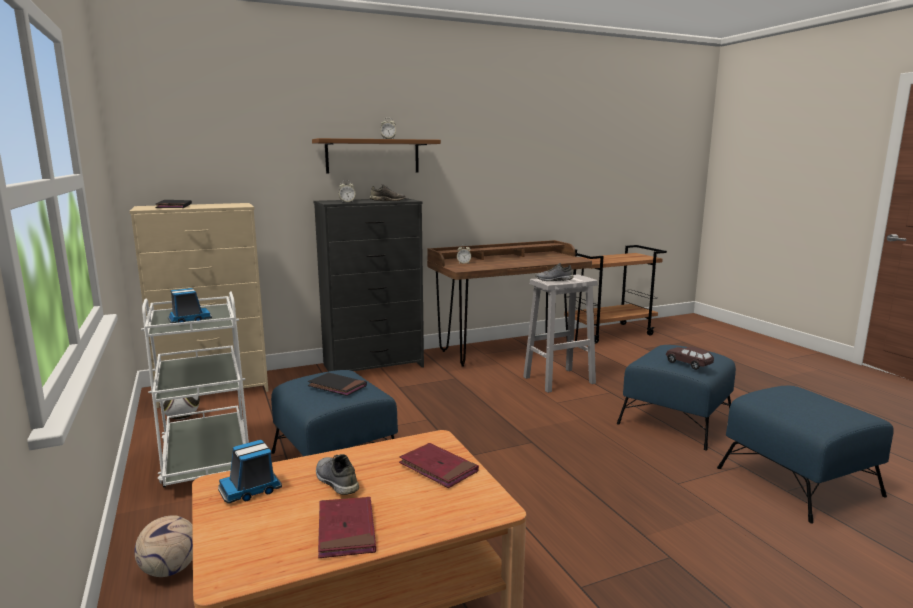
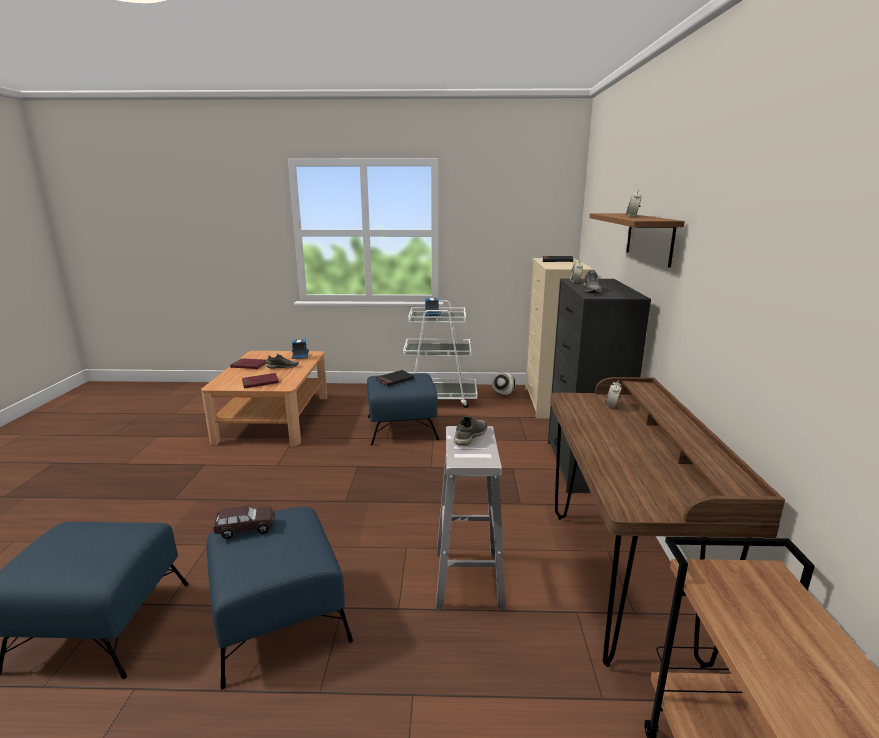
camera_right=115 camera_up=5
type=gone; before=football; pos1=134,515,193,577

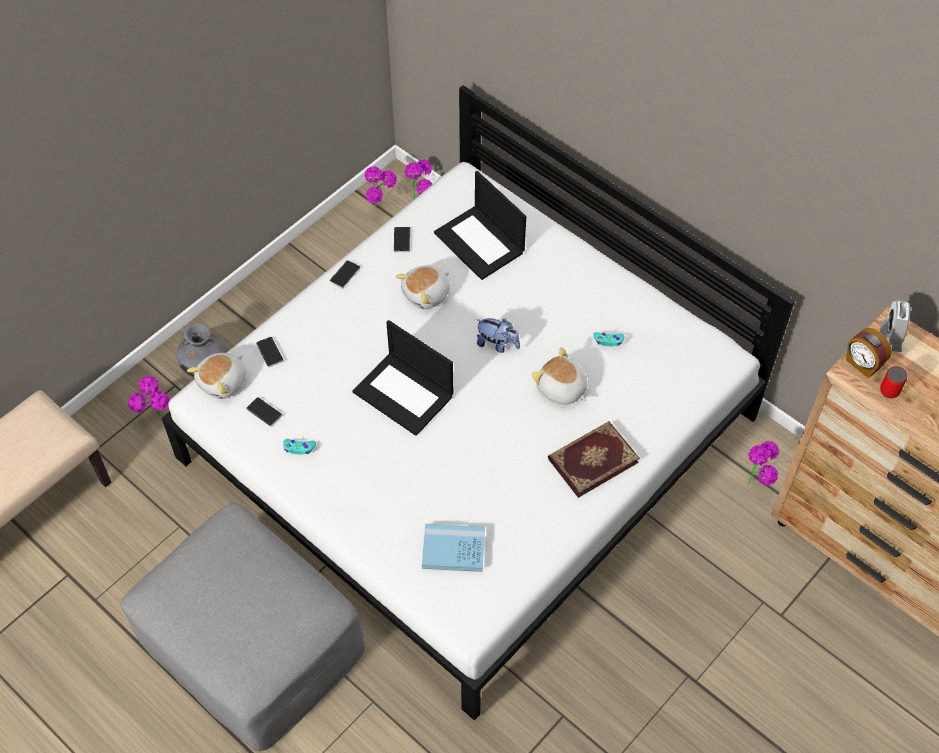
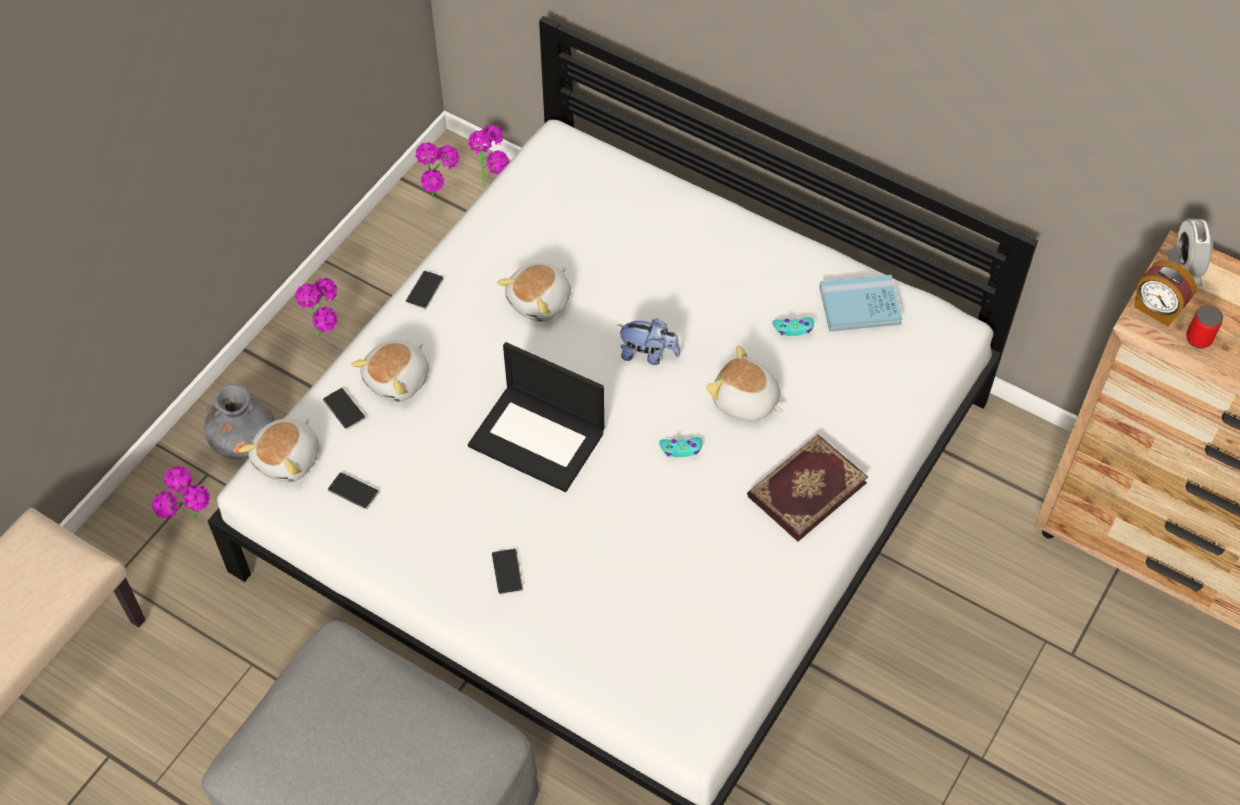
camera_right=-10 camera_up=0
type=gone; before=laptop; pos1=434,171,526,280
type=new; after=plush toy; pos2=351,341,429,402
type=shifted; before=turquoise game controller; pos1=283,439,316,455; pos2=659,437,702,457
type=shifted; before=phone; pos1=394,227,410,252; pos2=492,548,523,595
type=shifted; before=blue book; pos1=422,524,485,572; pos2=820,275,903,331
type=shifted; before=potted plant; pos1=748,441,779,485; pos2=295,278,338,338

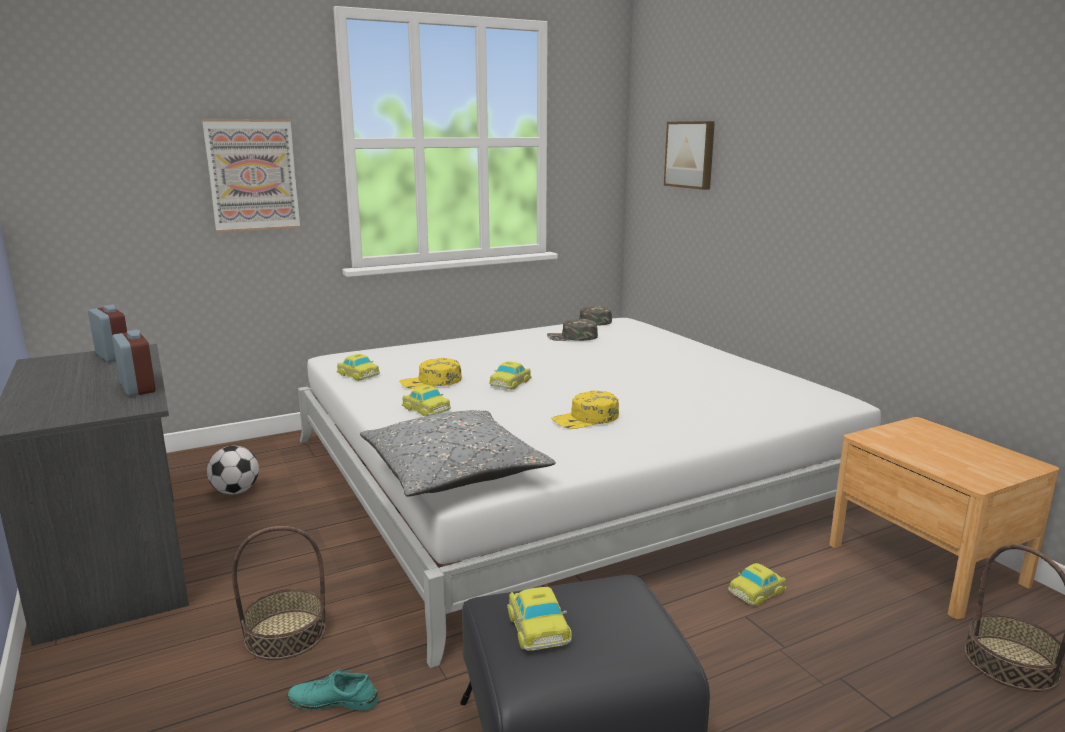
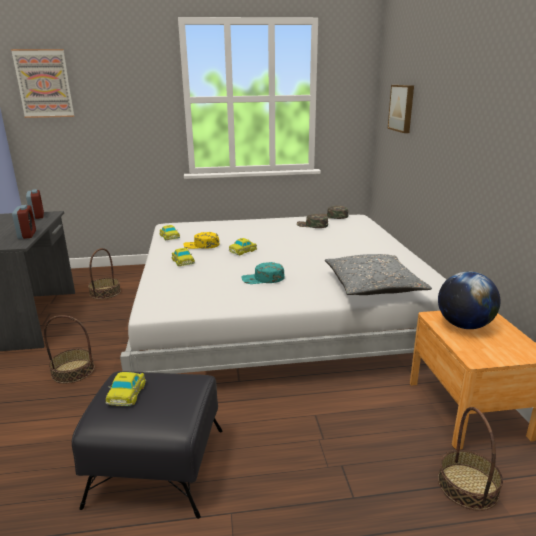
camera_right=20 camera_up=5
type=gone; before=turquoise shoe; pos1=287,669,379,711
type=gone; before=toy car; pos1=728,563,786,607
type=new; after=globe; pos2=438,271,501,329
type=shifted; before=picture; pos1=202,119,300,232; pos2=11,49,75,118
type=shifted; before=grey pillow; pos1=360,410,556,496; pos2=325,254,432,295
type=swapped; before=football; after=basket; pos1=207,446,259,494; pos2=88,248,121,299
type=repainted; before=yellow cap; after=turquoise cap; pos1=551,391,619,429; pos2=242,262,285,284

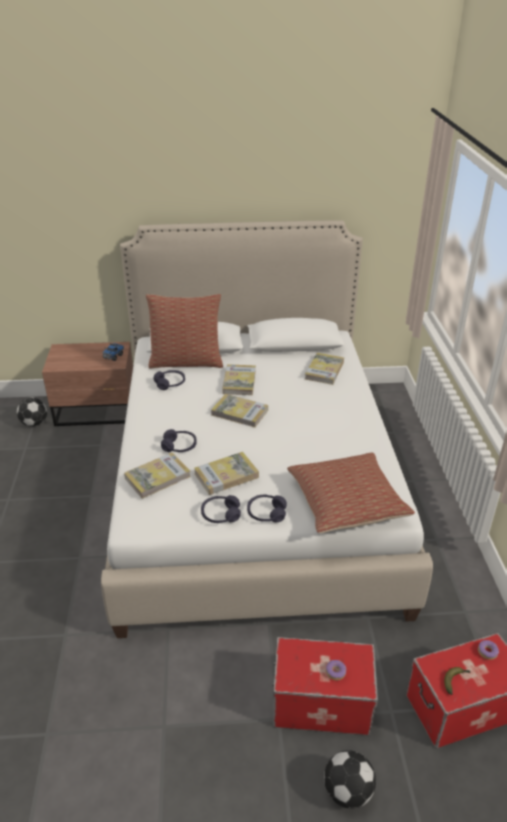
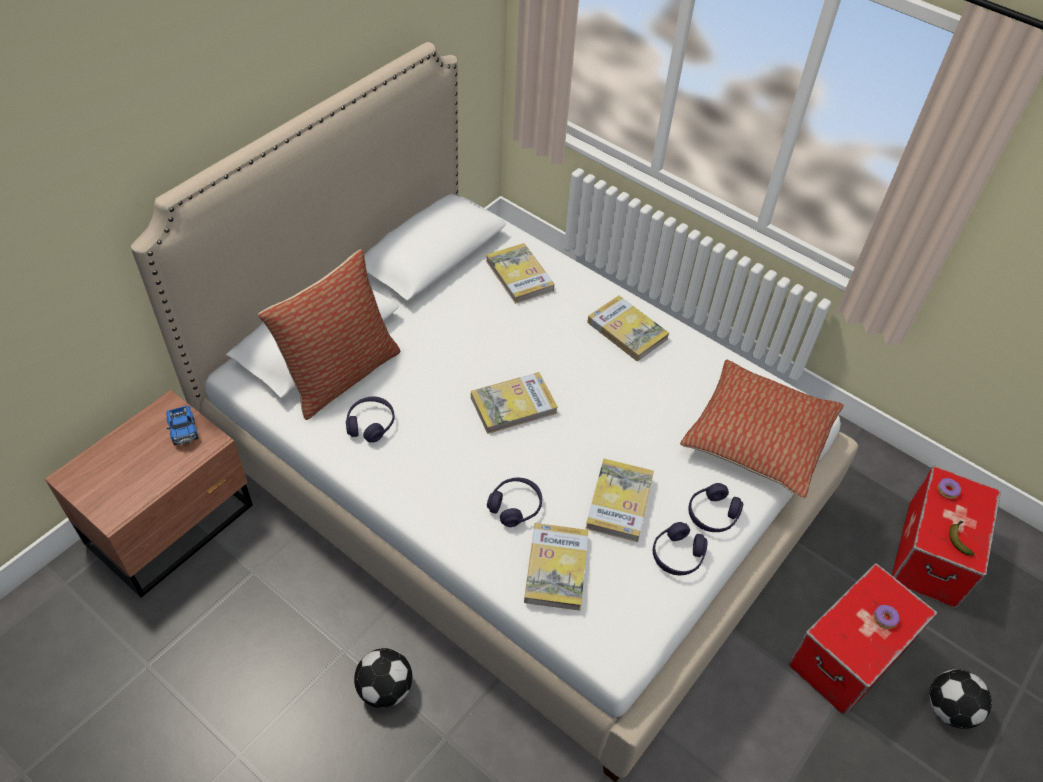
camera_right=-50 camera_up=15
type=shifted; before=football; pos1=17,398,47,427; pos2=354,648,412,708
type=shifted; before=book; pos1=222,364,256,395; pos2=587,295,669,361

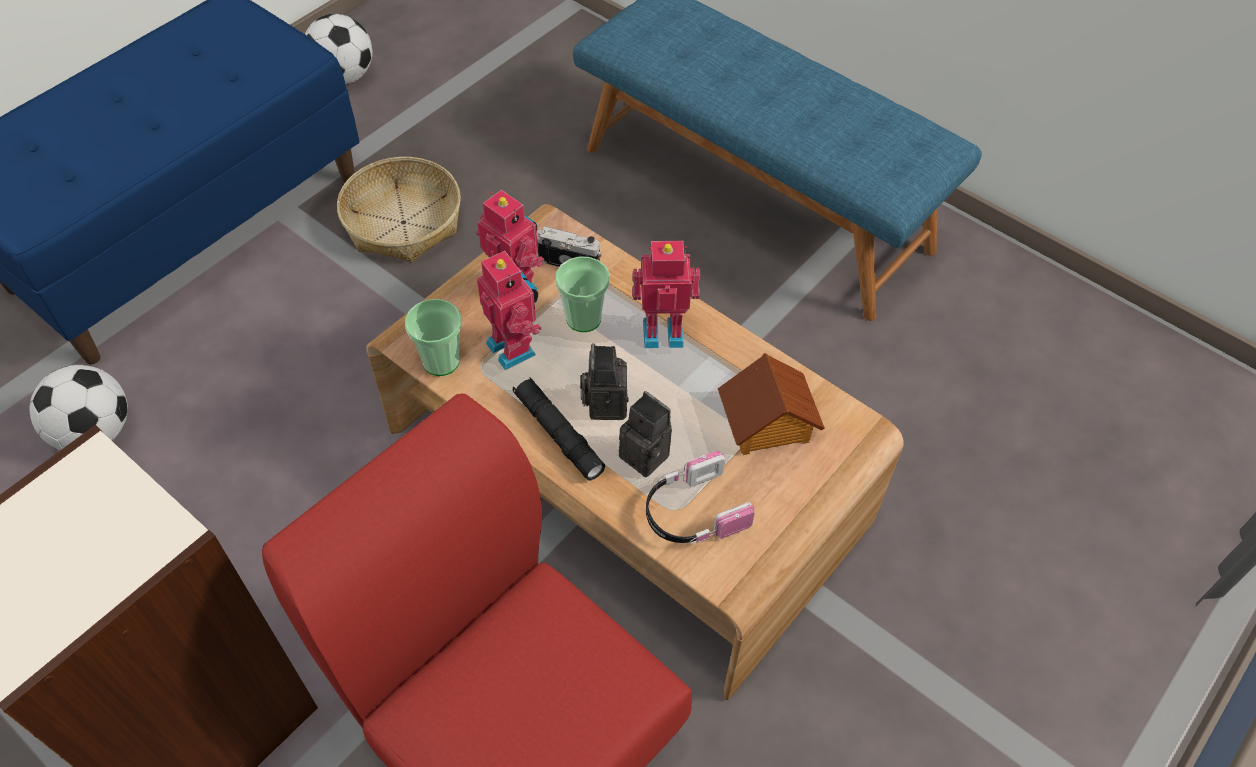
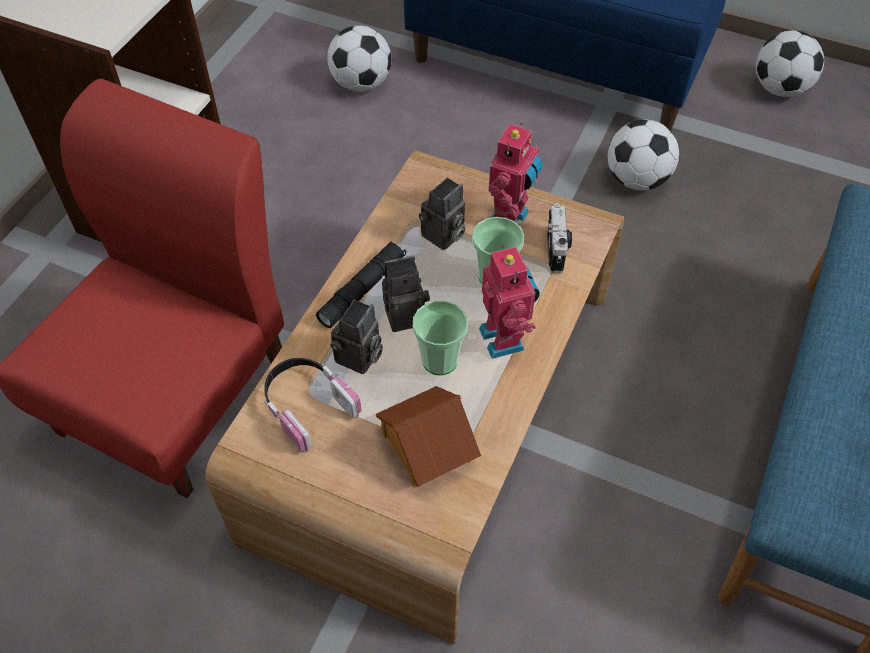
camera_right=75 camera_up=0
type=shifted; before=cup; pos1=405,299,462,376; pos2=413,301,468,375
type=swapped; before=basket; after=football; pos1=337,157,461,263; pos2=608,119,679,190
type=swapped; before=toy robot; after=photo camera; pos1=477,251,541,370; pos2=419,178,466,250

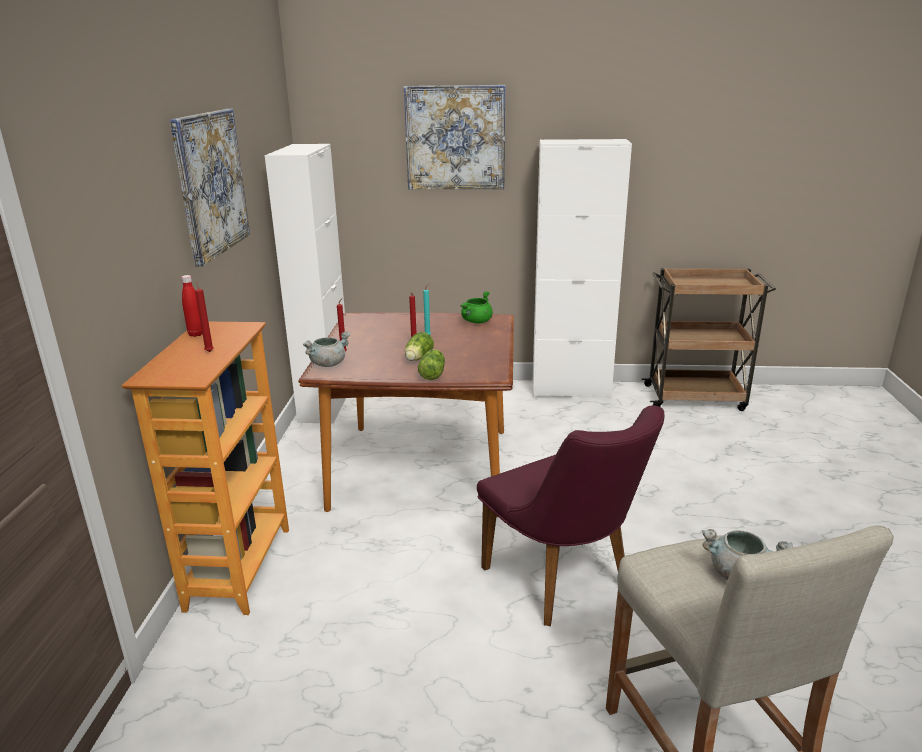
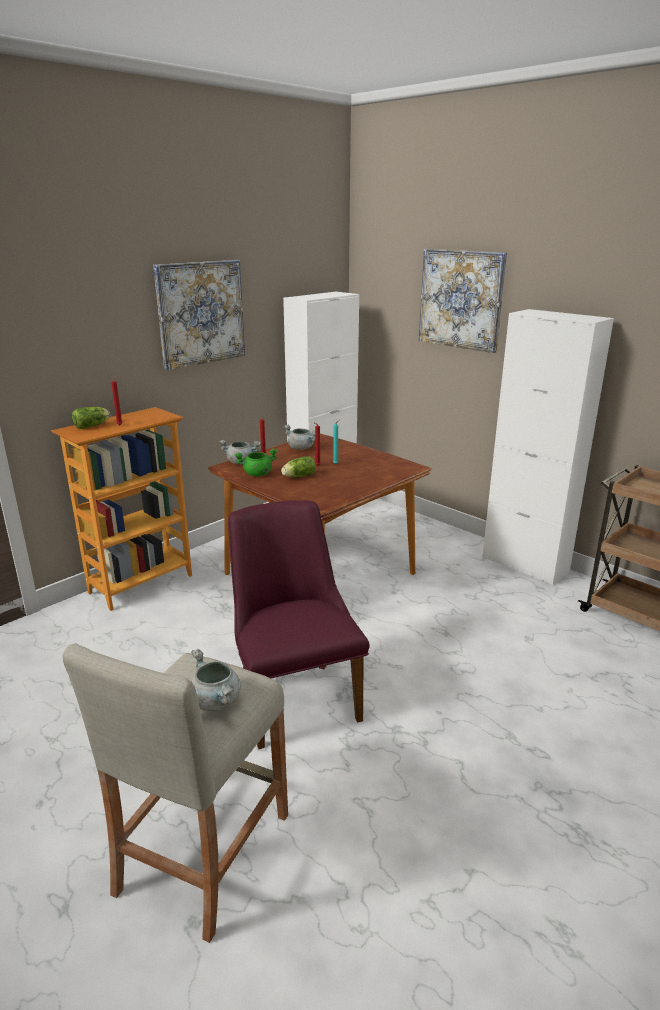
camera_right=40 camera_up=0
type=gone; before=red bottle; pos1=181,275,202,337
type=new; after=grey cooking pot; pos2=284,425,315,450
type=shifted; before=lettuce; pos1=418,349,445,380; pos2=72,407,110,429
type=shifted; before=green cooking pot; pos1=460,291,493,323; pos2=234,449,277,476
type=rotated; before=purple chair; pos1=477,405,665,626; pos2=228,500,370,749; turn=150

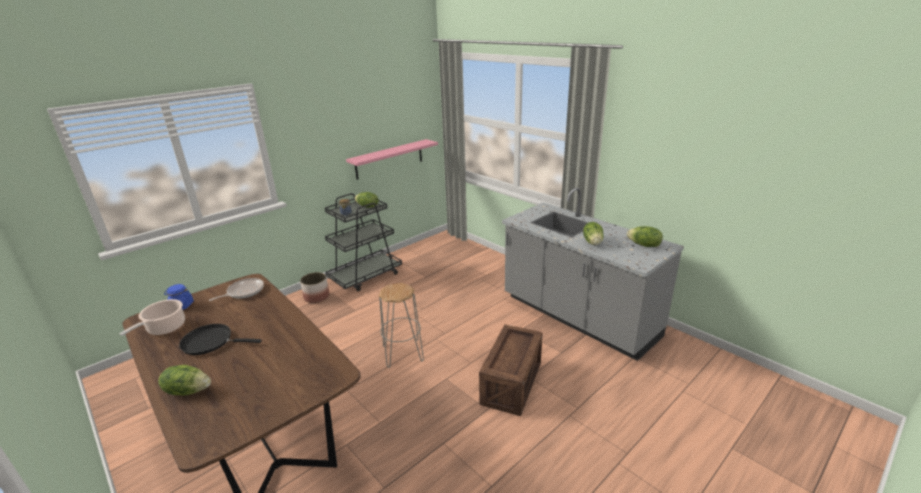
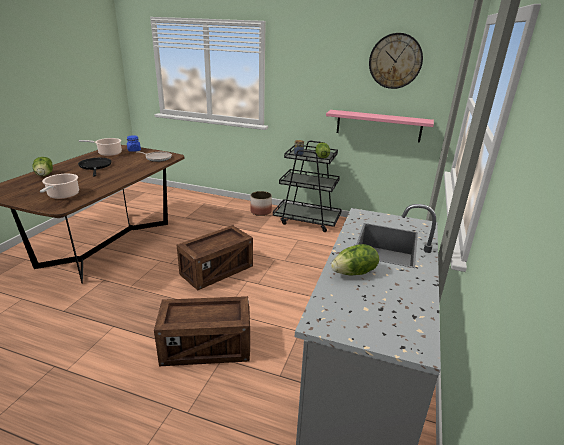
camera_right=60 camera_up=0
type=gone; before=lettuce; pos1=627,226,663,247
type=new; after=cooking pot; pos2=40,174,79,199
type=new; after=wall clock; pos2=369,33,423,89
type=swapped; before=grey stool; after=crate; pos1=378,283,424,368; pos2=177,225,253,291

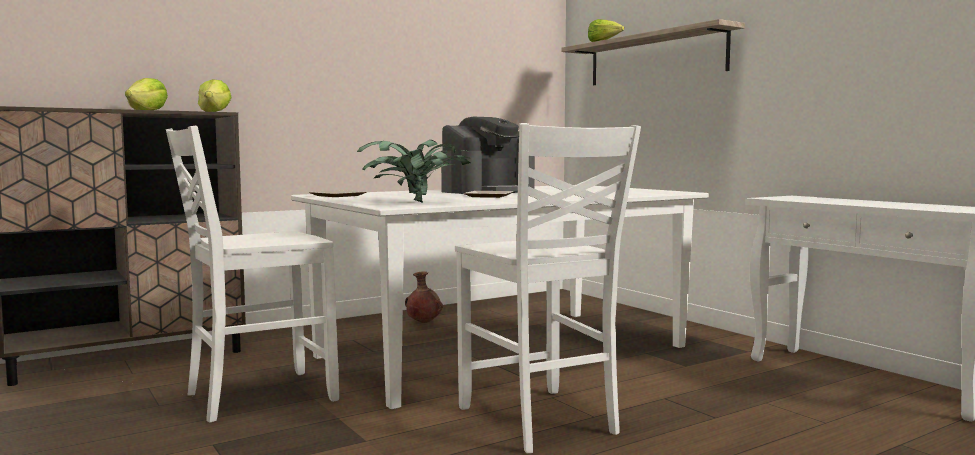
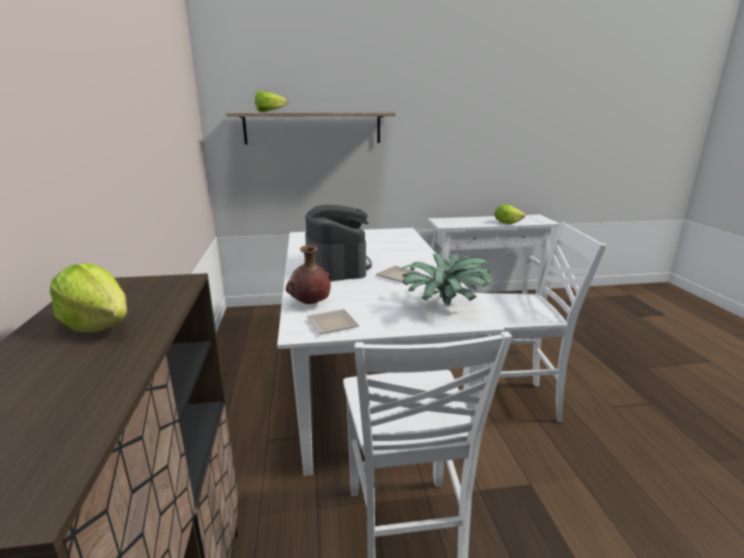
camera_right=-65 camera_up=15
type=shifted; before=lettuce; pos1=198,79,232,112; pos2=495,204,525,224
type=shifted; before=brown vase; pos1=405,271,443,323; pos2=286,245,332,304

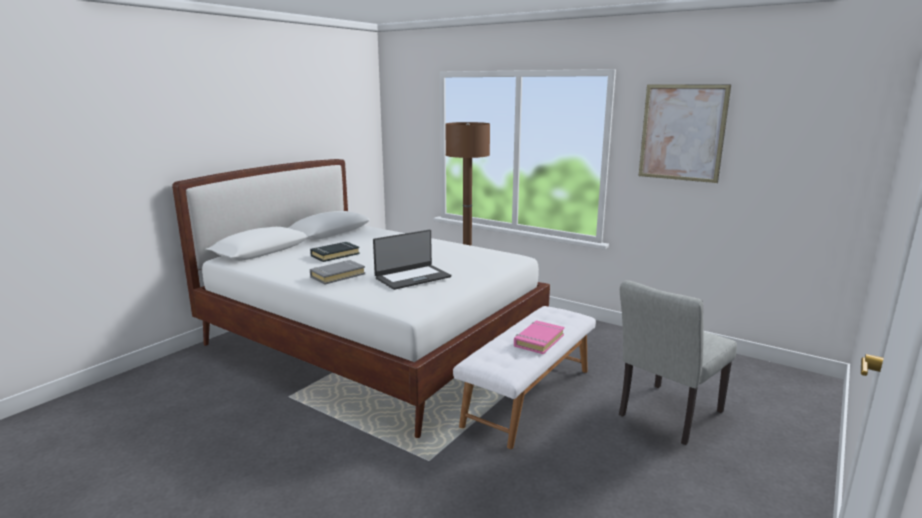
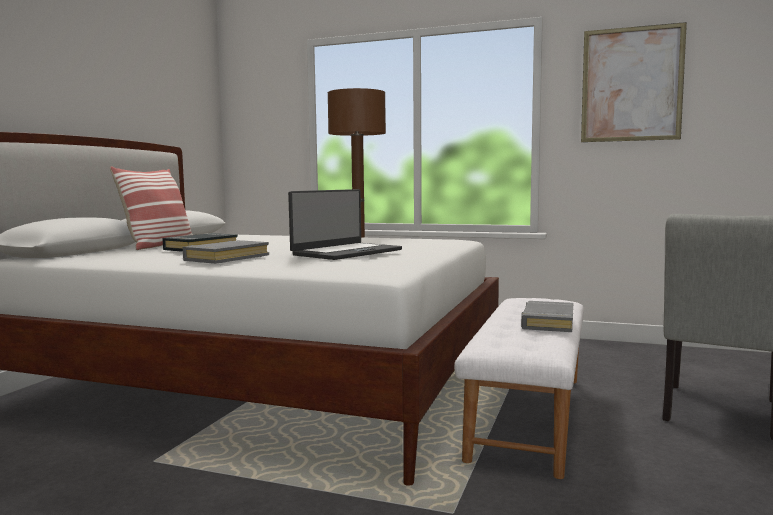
camera_right=-15 camera_up=-10
type=new; after=pillow; pos2=110,167,193,250
type=repainted; before=pink book; after=grey book; pos1=514,320,564,354; pos2=521,301,573,332

